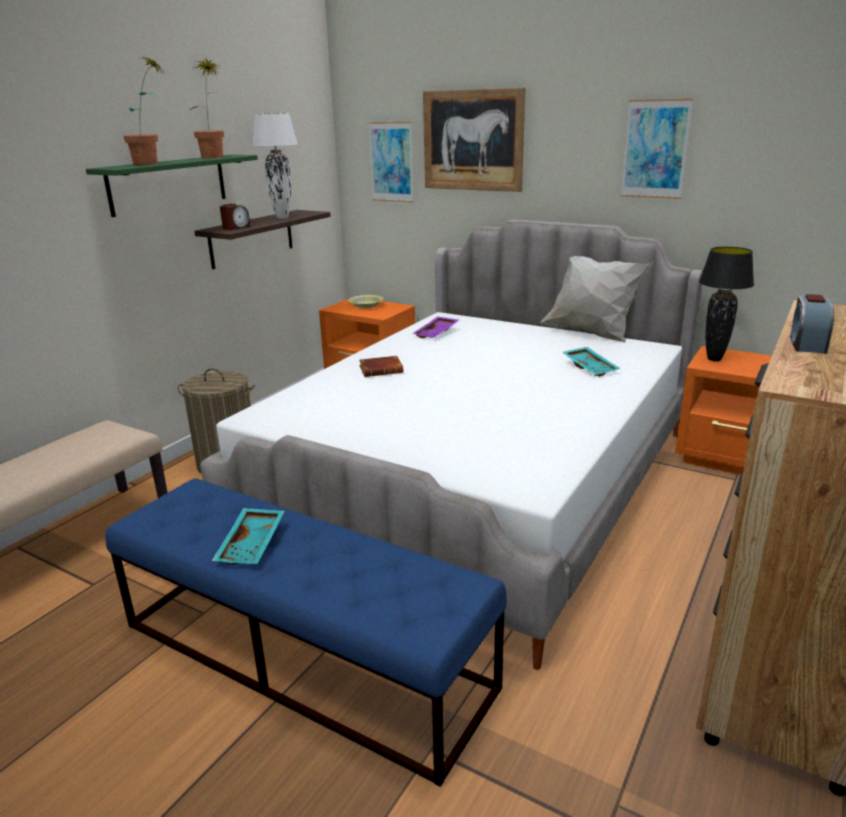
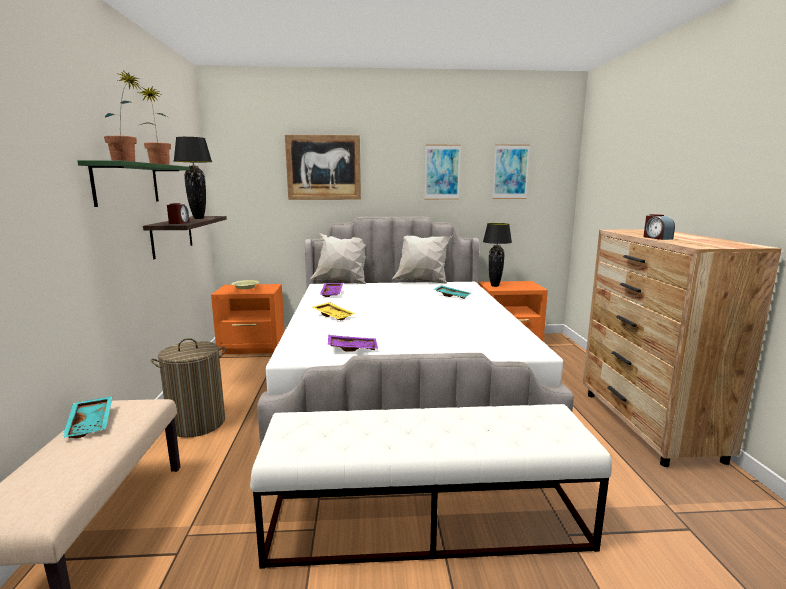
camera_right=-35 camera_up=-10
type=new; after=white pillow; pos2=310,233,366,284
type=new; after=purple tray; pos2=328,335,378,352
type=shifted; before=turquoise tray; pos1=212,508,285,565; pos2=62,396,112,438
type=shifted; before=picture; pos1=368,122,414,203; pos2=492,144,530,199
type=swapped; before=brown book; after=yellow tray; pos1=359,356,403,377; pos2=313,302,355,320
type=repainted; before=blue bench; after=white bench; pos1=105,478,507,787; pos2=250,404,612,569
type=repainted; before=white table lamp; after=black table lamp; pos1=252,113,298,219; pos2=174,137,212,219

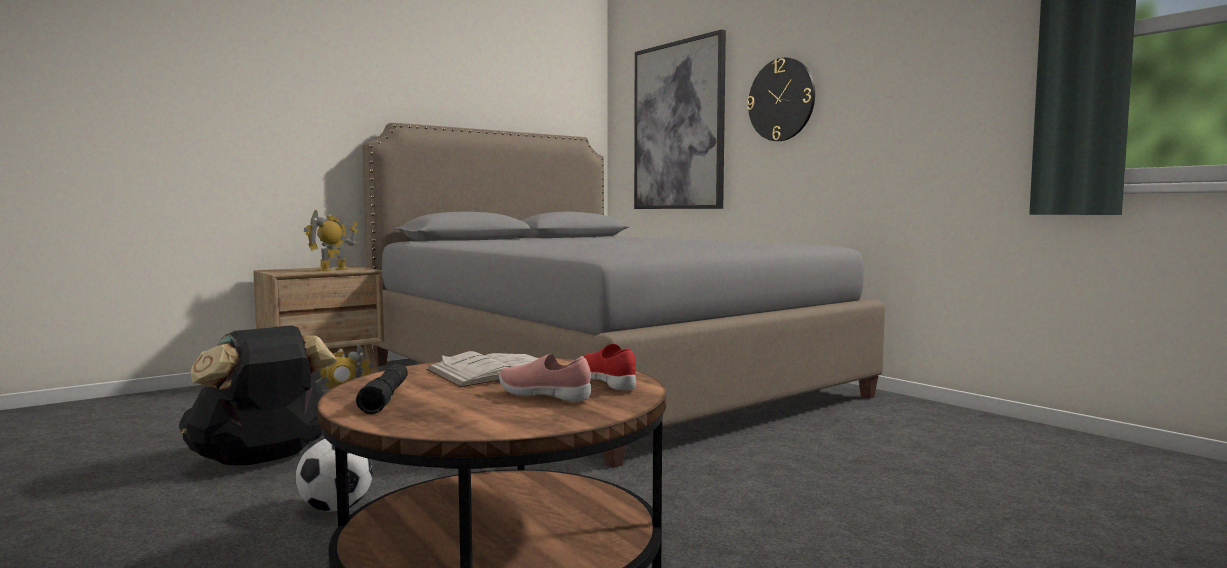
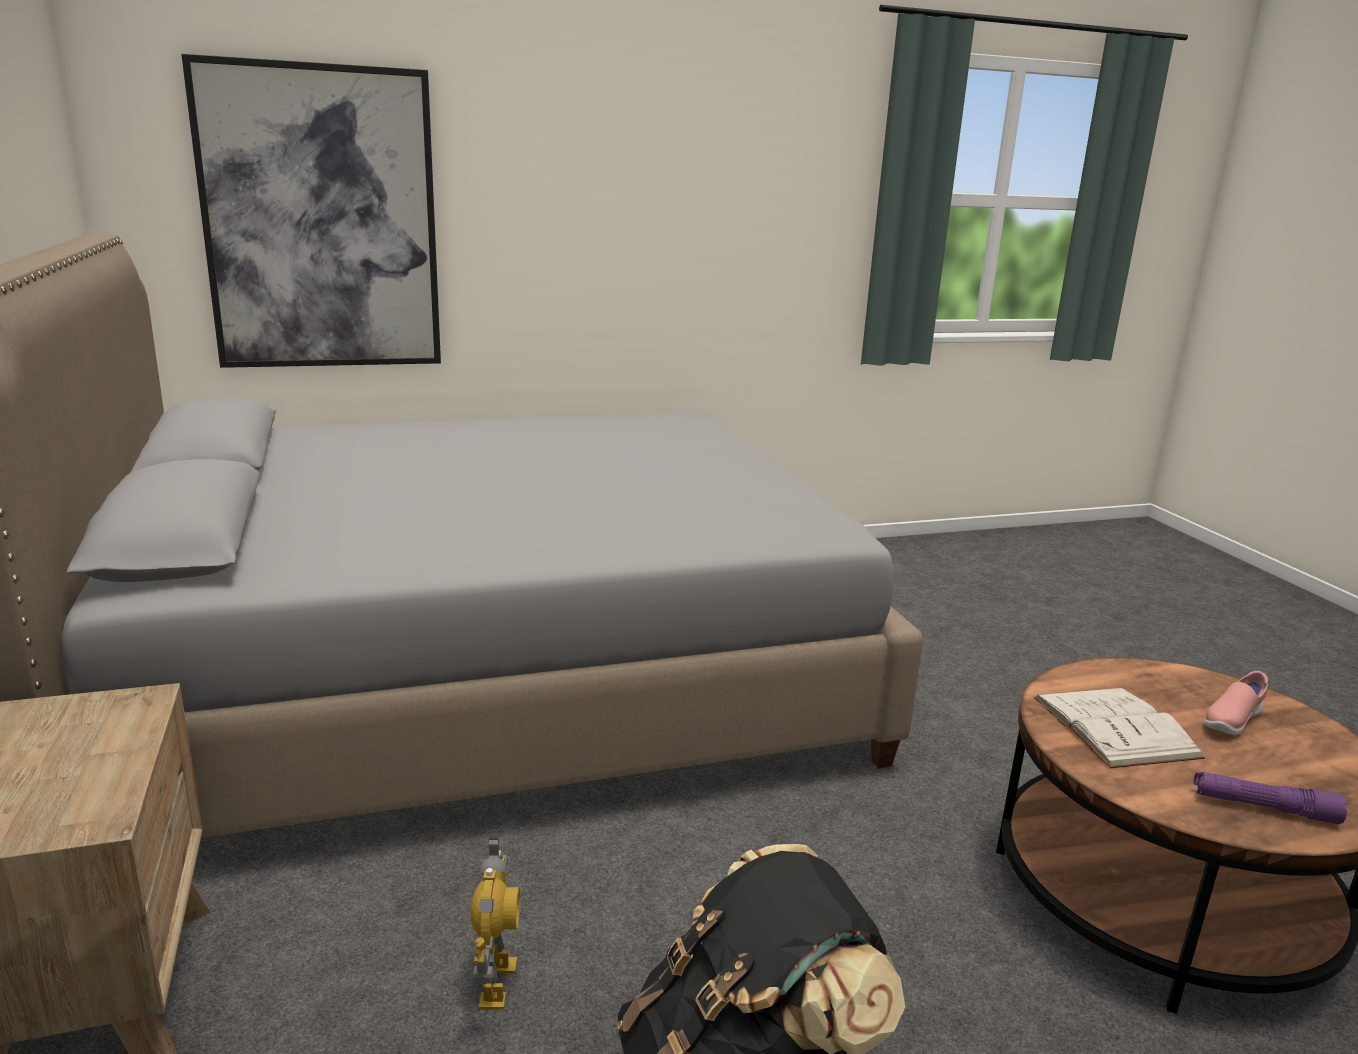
camera_right=-70 camera_up=15
type=gone; before=football; pos1=295,439,373,511
type=gone; before=toy robot; pos1=304,210,358,271
type=gone; before=red shoe; pos1=584,344,636,390
type=gone; before=wall clock; pos1=747,58,815,141
type=repainted; before=black flashlight; after=purple flashlight; pos1=356,364,408,414; pos2=1193,772,1347,824

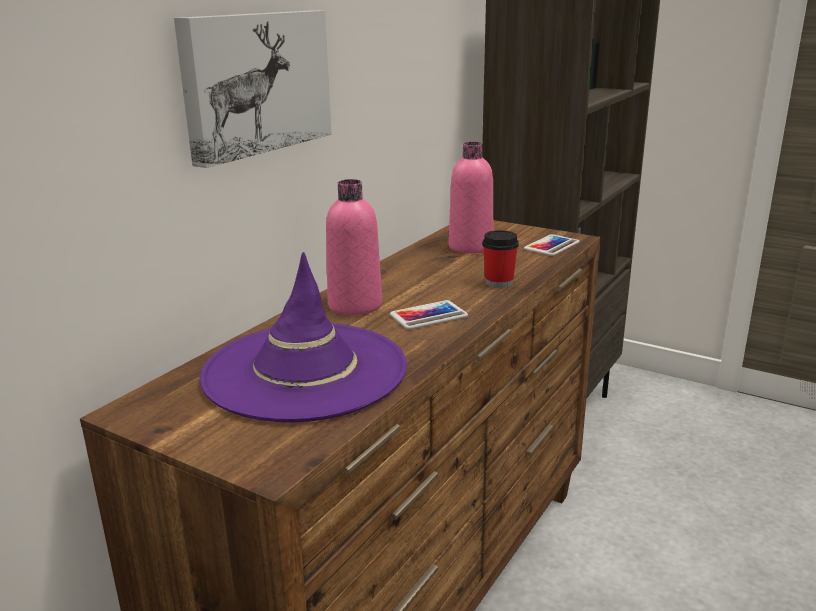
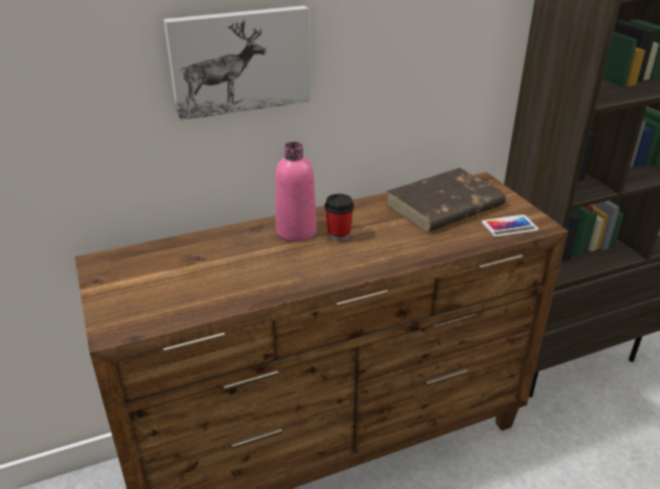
camera_right=35 camera_up=10
type=gone; before=purple hat; pos1=200,252,407,423
type=gone; before=phone; pos1=390,300,468,330
type=shifted; before=cup; pos1=482,230,519,288; pos2=325,194,354,241
type=swapped; before=pink bottle; after=brown book; pos1=449,142,493,254; pos2=385,168,506,232

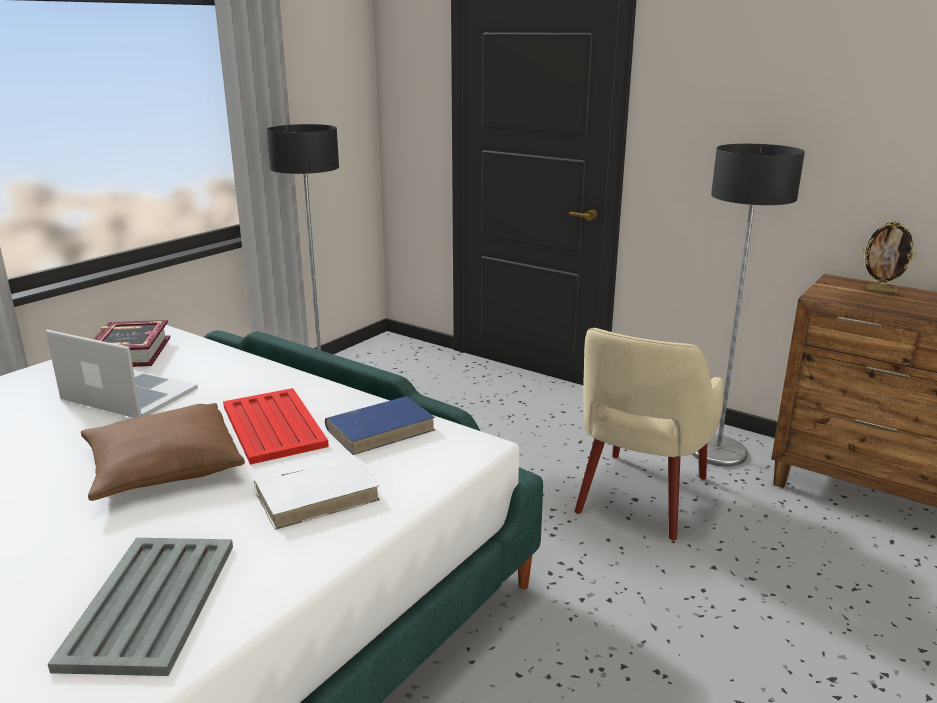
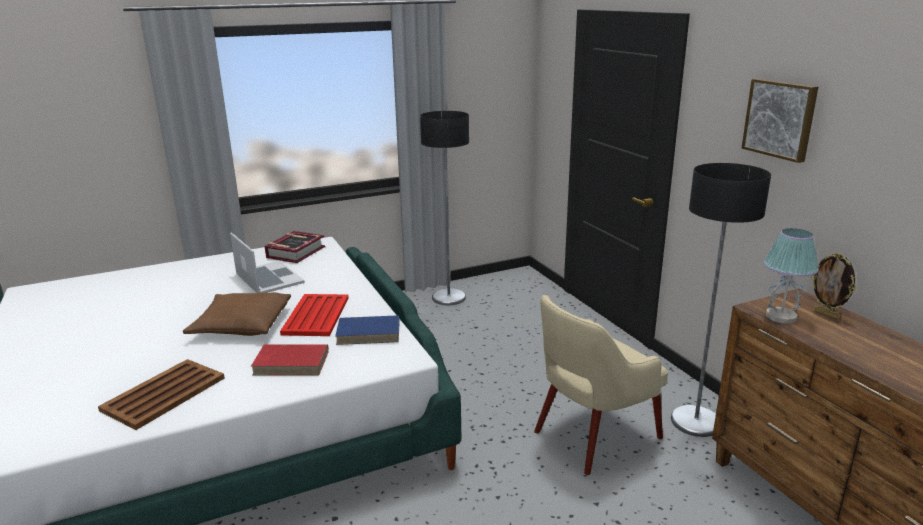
camera_right=30 camera_up=0
type=new; after=picture; pos2=742,78,818,163
type=new; after=table lamp; pos2=764,228,819,324
type=repainted; before=grey tray; after=brown tray; pos1=48,538,233,676; pos2=98,359,225,430
type=repainted; before=white book; after=red book; pos1=254,455,380,530; pos2=251,345,329,375

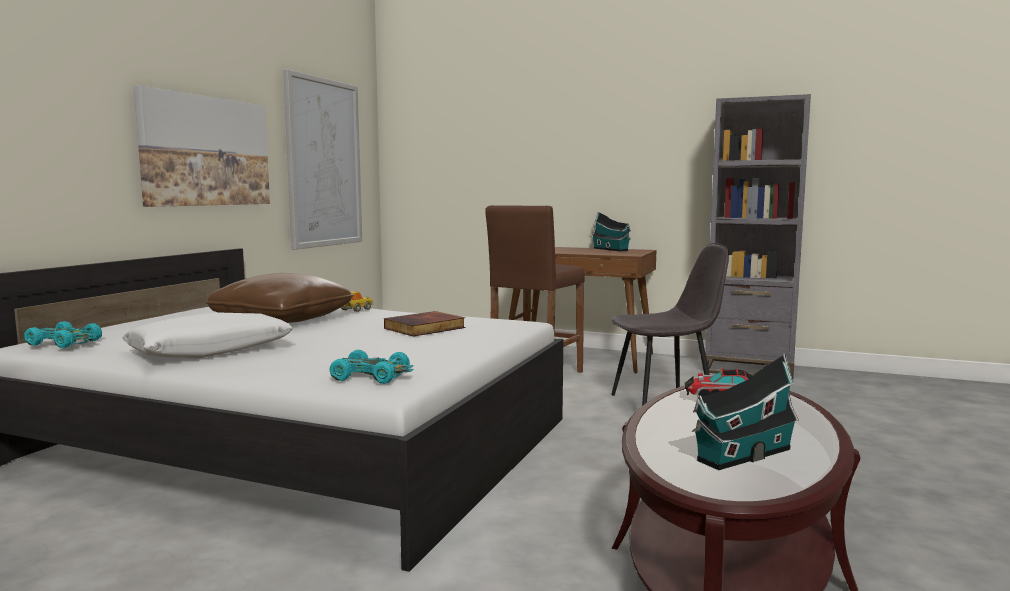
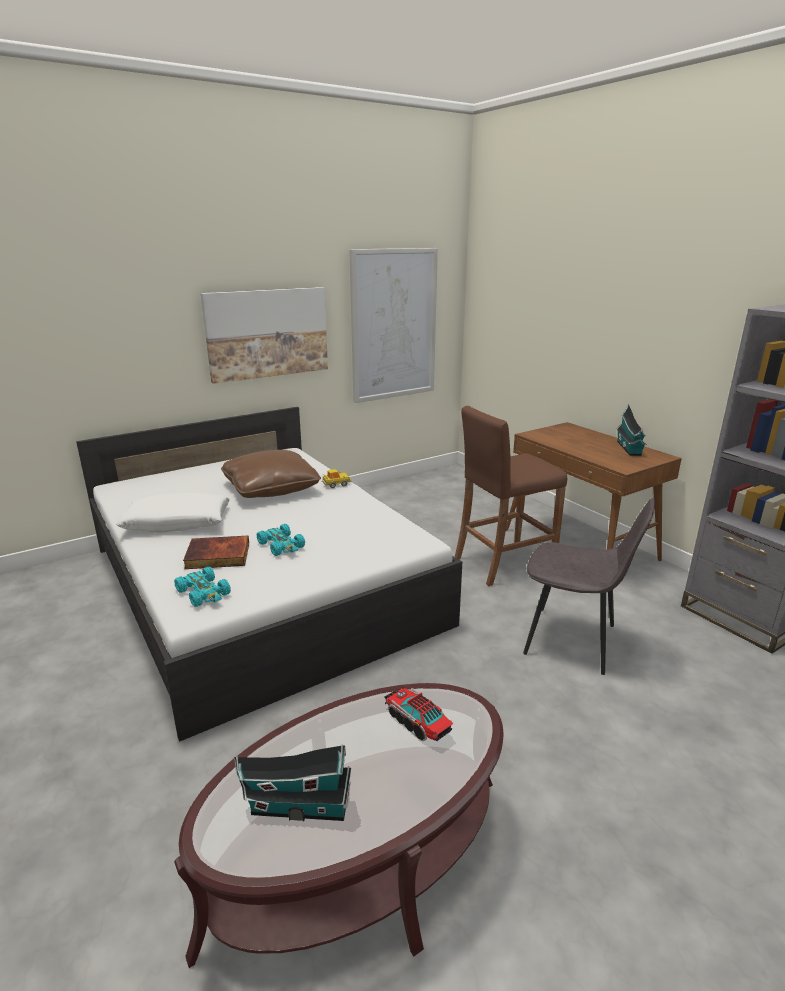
camera_right=35 camera_up=15
type=shifted; before=turquoise toy car; pos1=24,321,102,348; pos2=257,524,305,556
type=shifted; before=book; pos1=384,311,465,337; pos2=183,535,249,569

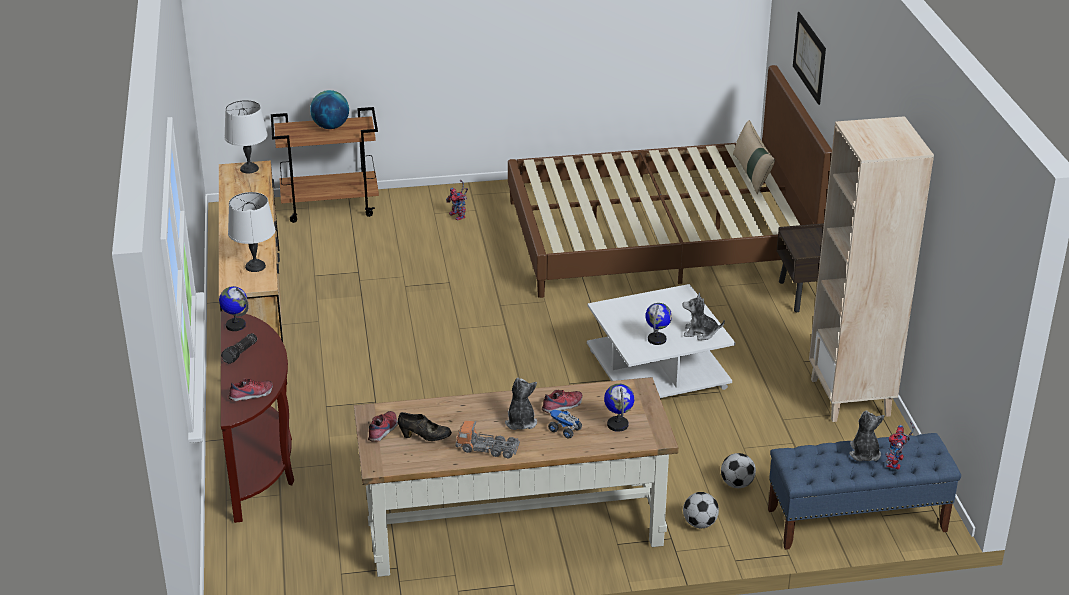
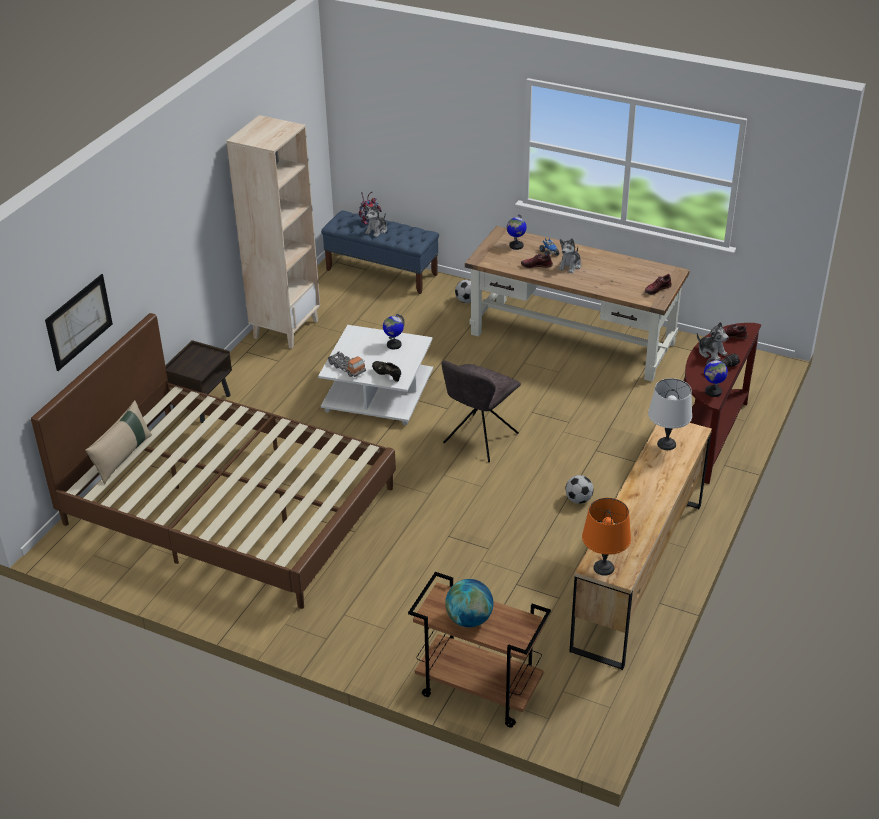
camera_right=-145 camera_up=5
type=gone; before=toy robot; pos1=446,180,468,221
type=new; after=grey chair; pos2=441,360,521,462
type=shifted; before=black shoe; pos1=398,412,452,441; pos2=372,361,401,382
type=shifted; before=toy truck; pos1=455,420,520,459; pos2=327,351,366,377
type=shifted; before=plush toy; pos1=683,293,725,340; pos2=697,322,729,361
type=shifted; before=football; pos1=721,453,756,488; pos2=565,475,594,504
type=repainted; before=white table lamp; after=orange table lamp; pos1=224,100,267,174; pos2=582,498,631,576

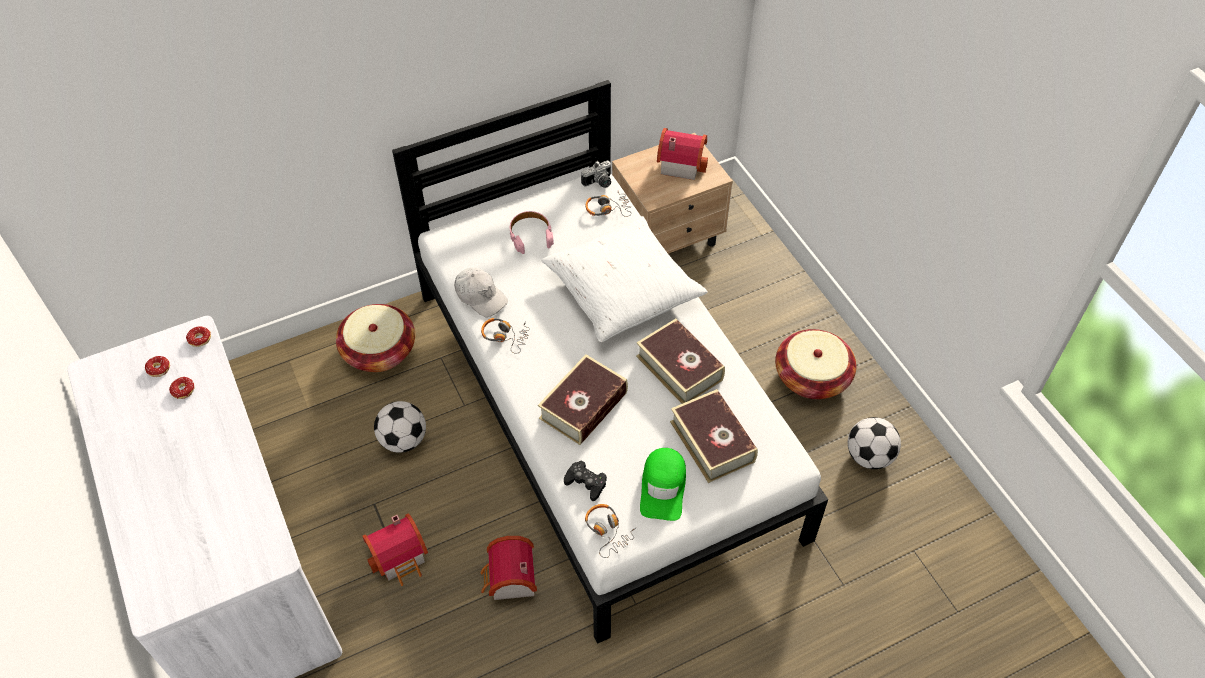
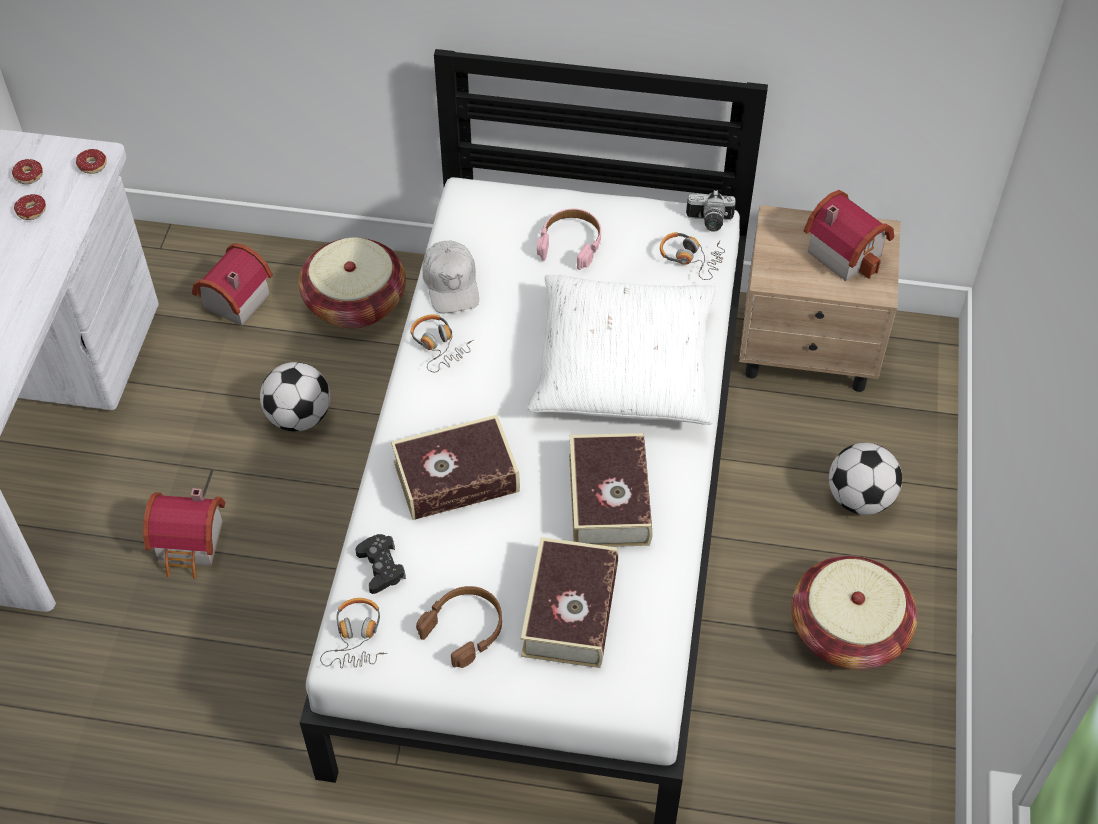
camera_right=35 camera_up=0
type=shifted; before=toy house; pos1=480,536,537,600; pos2=192,243,273,326
type=shifted; before=football; pos1=848,417,901,469; pos2=829,443,902,515
type=swapped; before=green cap; after=brown headphones; pos1=640,448,686,521; pos2=416,586,502,668

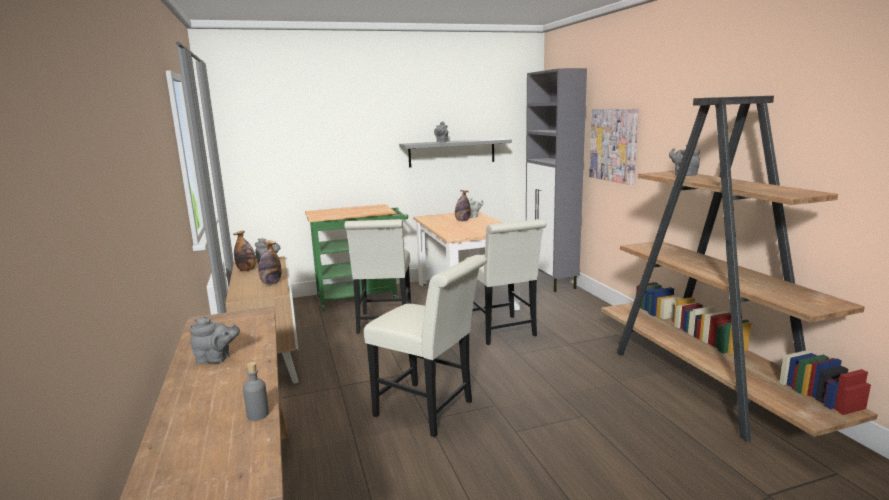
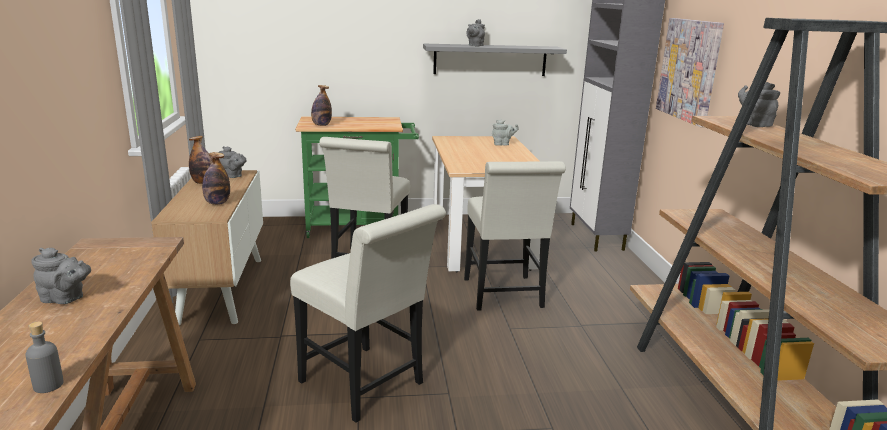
camera_right=10 camera_up=5
type=shifted; before=bottle; pos1=455,190,471,221; pos2=311,85,332,126

